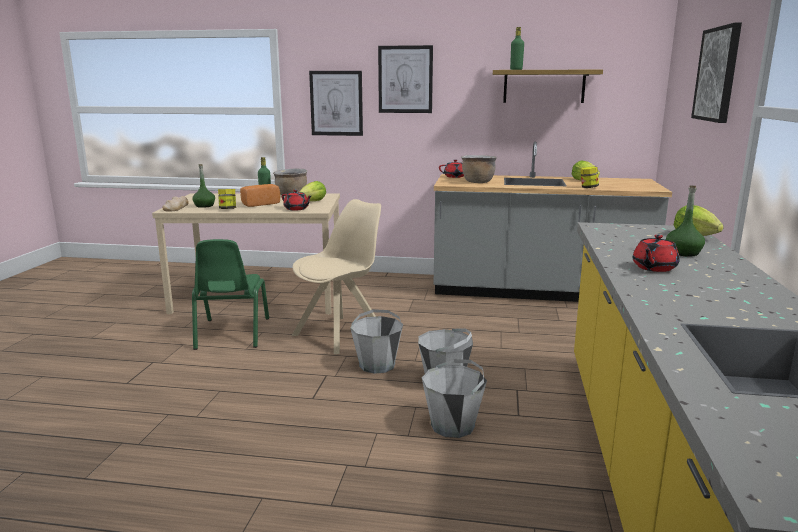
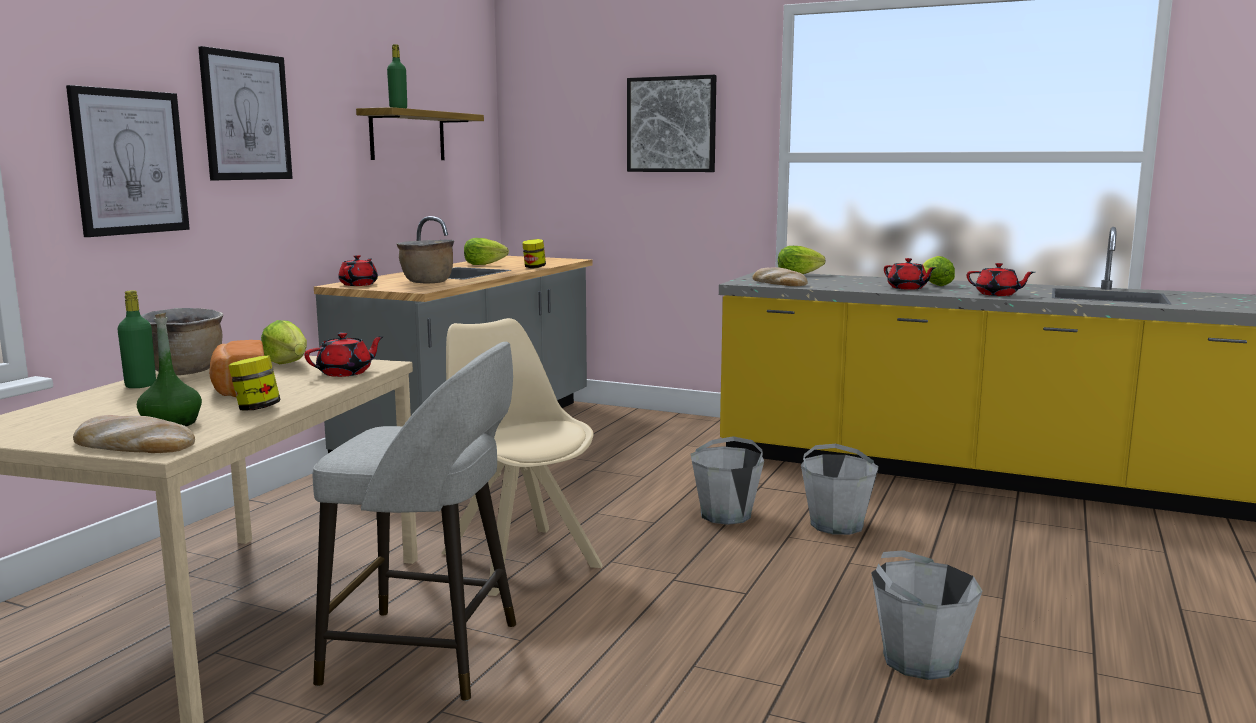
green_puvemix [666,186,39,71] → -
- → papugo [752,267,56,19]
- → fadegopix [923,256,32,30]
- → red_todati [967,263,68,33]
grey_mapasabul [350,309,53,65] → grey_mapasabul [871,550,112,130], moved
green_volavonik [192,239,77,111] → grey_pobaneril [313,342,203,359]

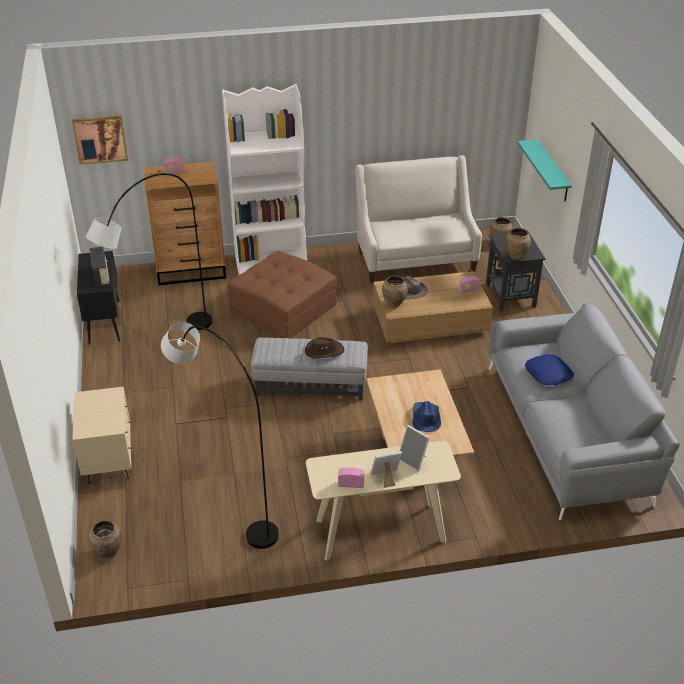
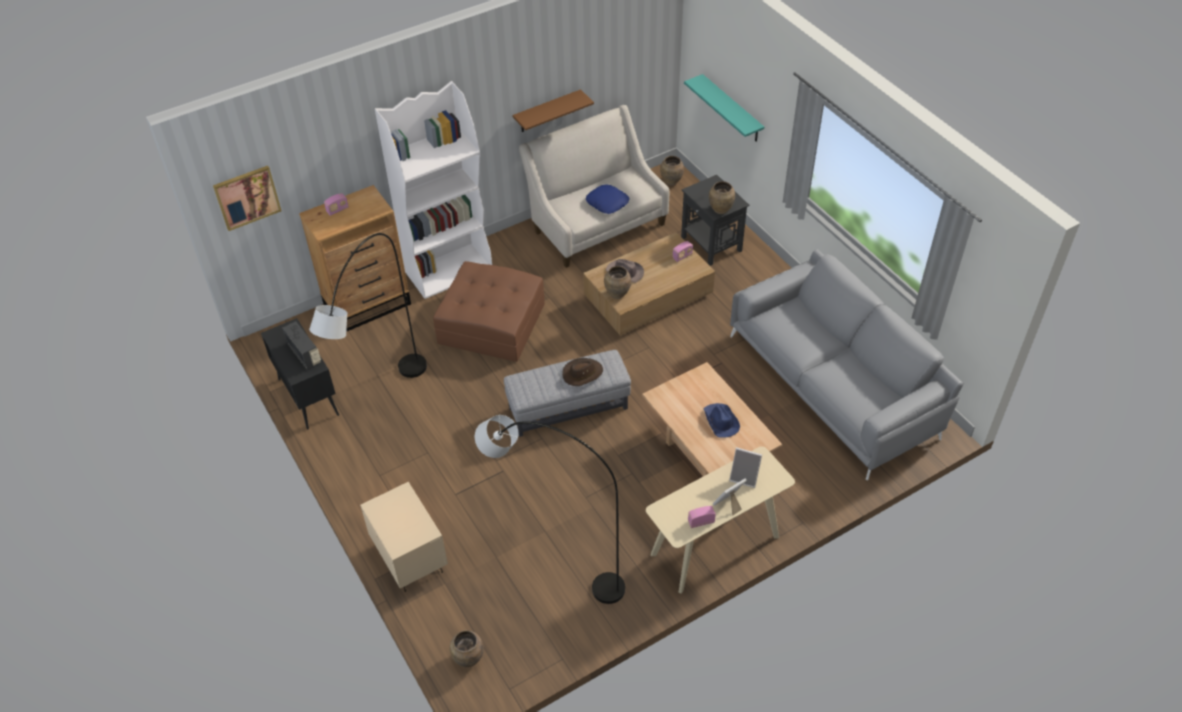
- → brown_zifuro [513,89,81,43]
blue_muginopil [525,354,49,31] → blue_muginopil [586,184,44,30], moved

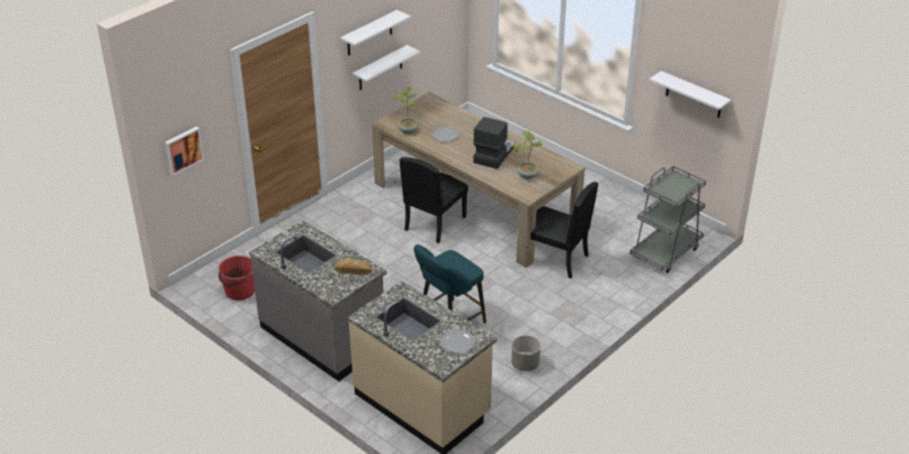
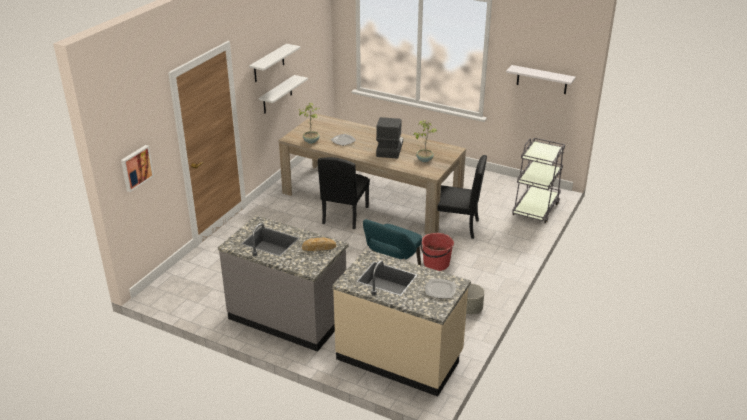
red_mapasabul [218,255,37,45] → red_mapasabul [420,233,34,38], moved

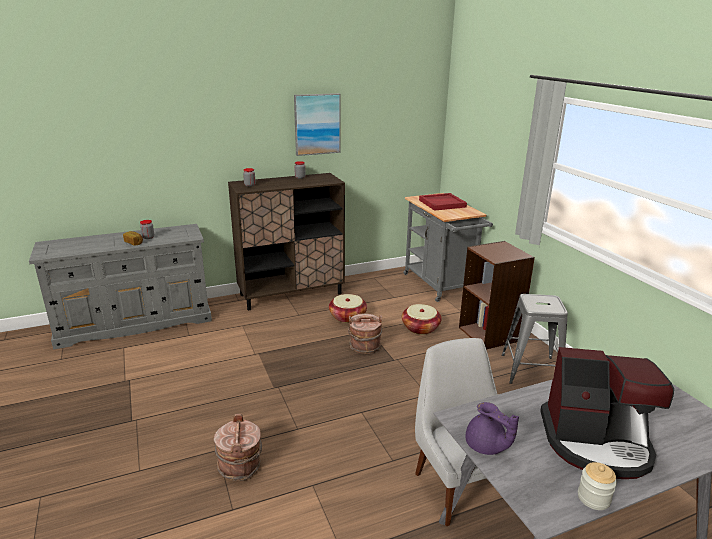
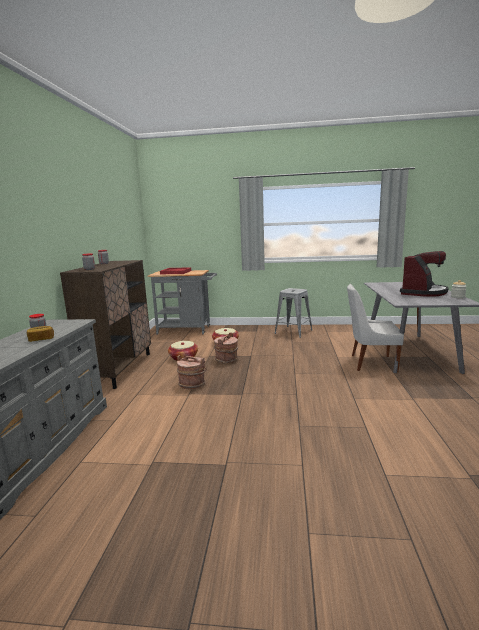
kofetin [294,93,47,63] → -
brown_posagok [459,241,76,109] → -
purple_todati [465,402,54,53] → -
brown_mapasabul [214,414,48,67] → brown_mapasabul [177,355,30,34], moved

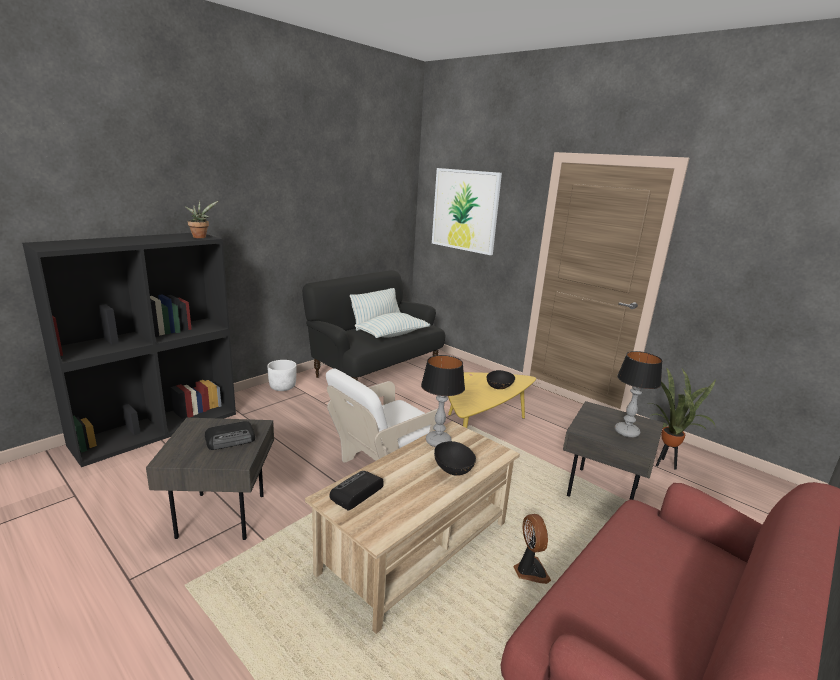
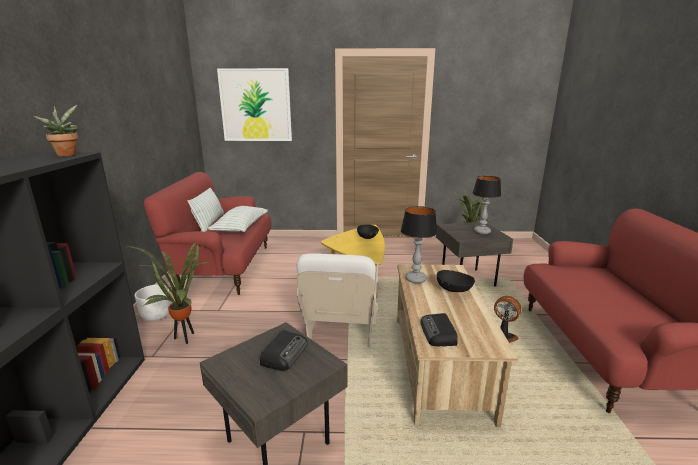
- → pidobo [127,242,86,102]
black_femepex [302,270,143,111] → red_femepex [144,172,128,123]

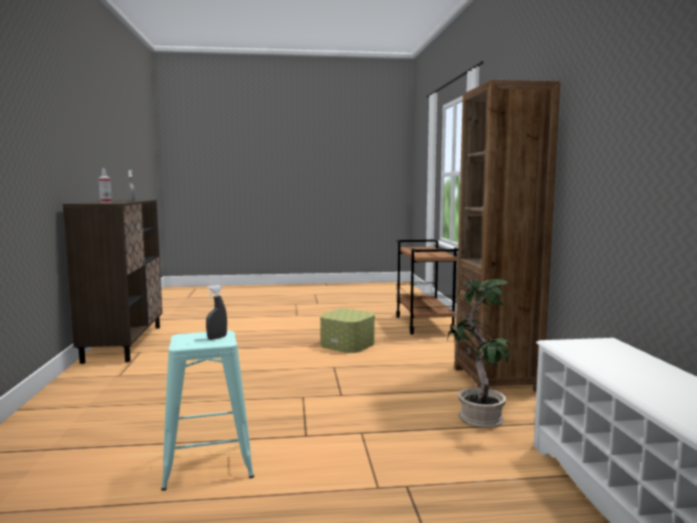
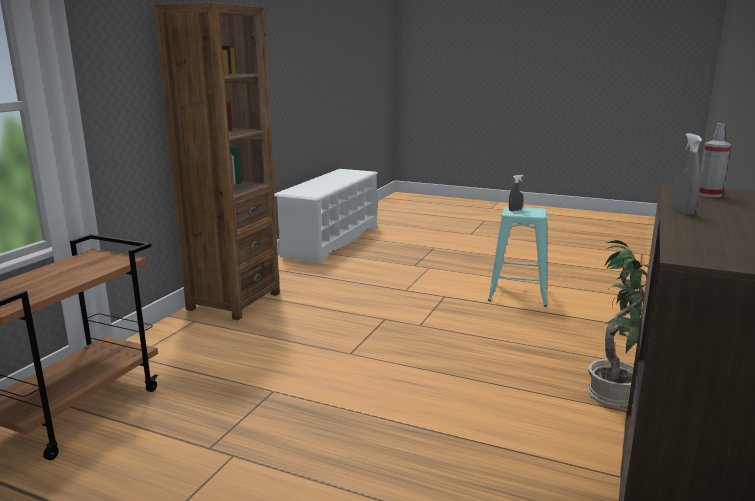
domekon [320,309,55,44] → -
pidobo [447,279,71,149] → pidobo [587,240,61,167], moved

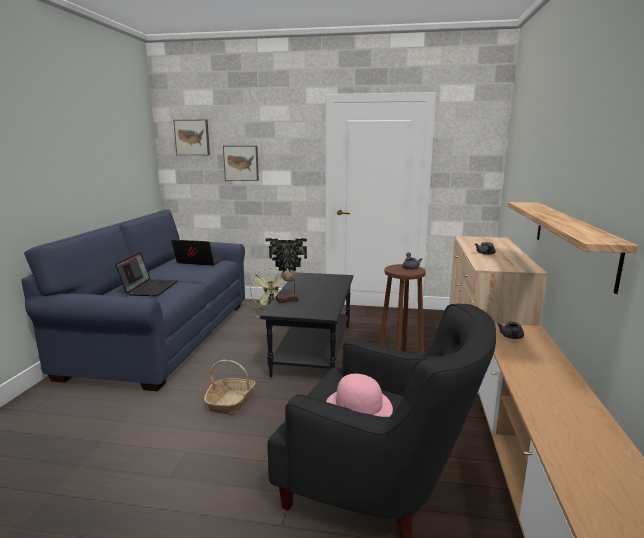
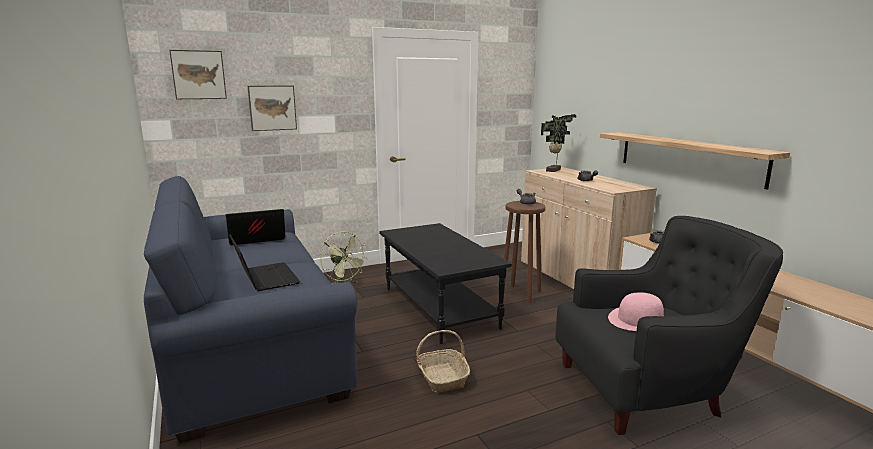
pidobo [266,238,41,65] → pidobo [541,114,35,58], moved

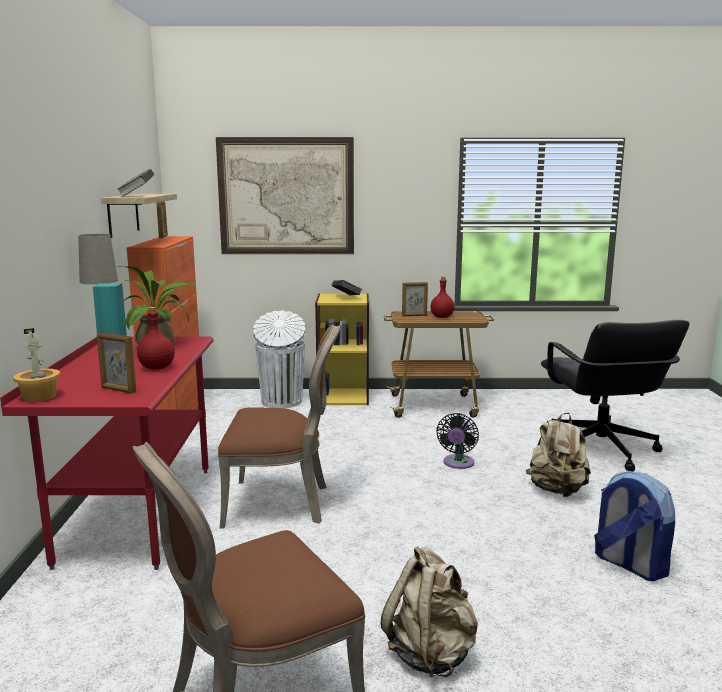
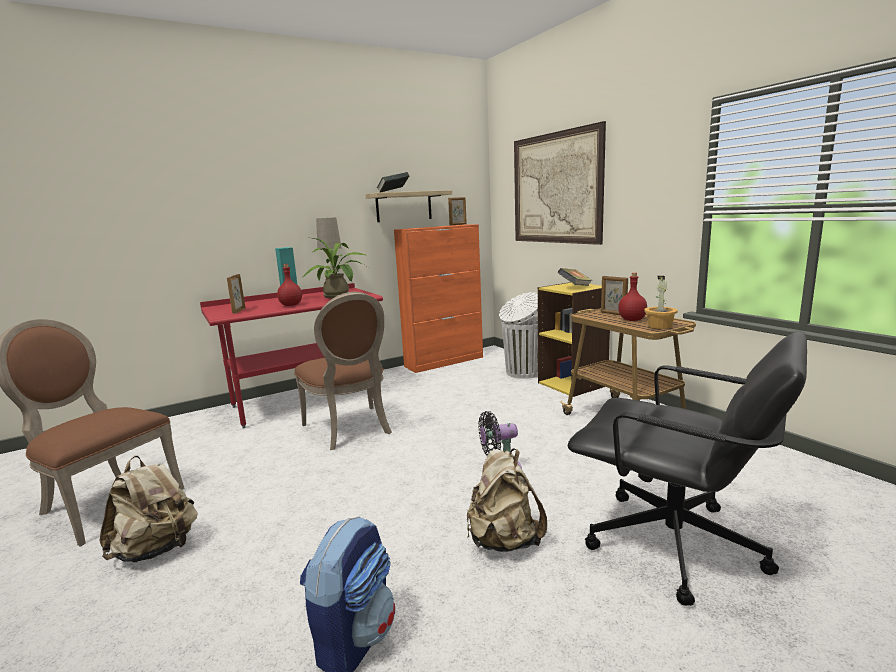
pidobo [13,328,48,74] → pidobo [644,276,34,53], moved
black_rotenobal [541,320,149,152] → black_rotenobal [568,331,239,275], 105 degrees counterclockwise

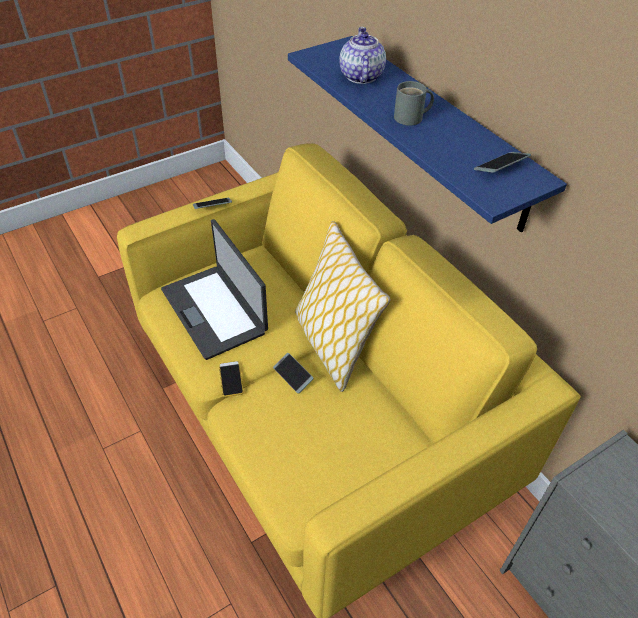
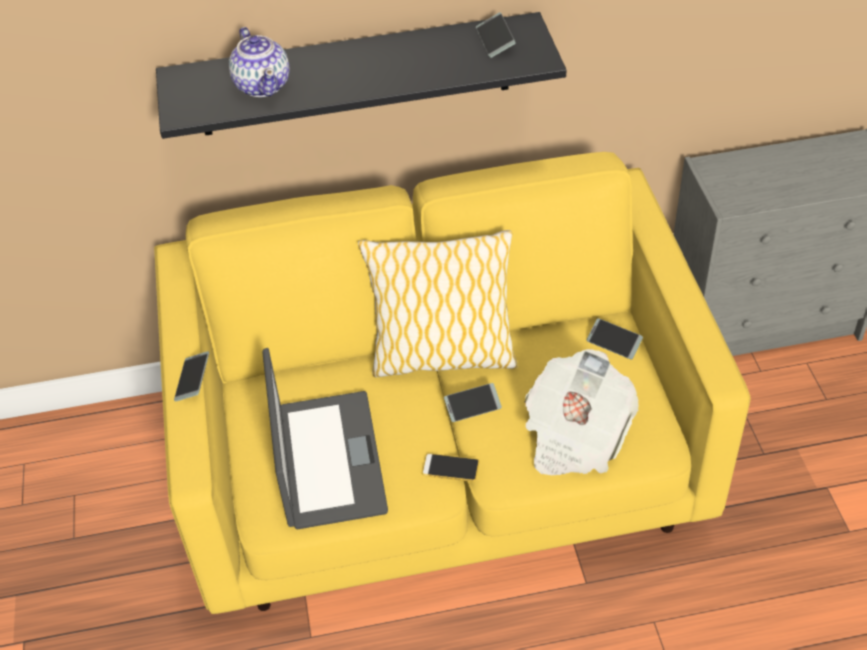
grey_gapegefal [394,81,40,45] → -
- → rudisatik [525,349,114,126]
- → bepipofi [586,318,57,41]
blue_zifuro [288,36,279,196] → black_zifuro [156,12,410,127]
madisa [161,219,107,141] → madisa [262,348,126,181], 90 degrees counterclockwise
todati [339,27,47,57] → todati [229,27,61,70], 135 degrees counterclockwise

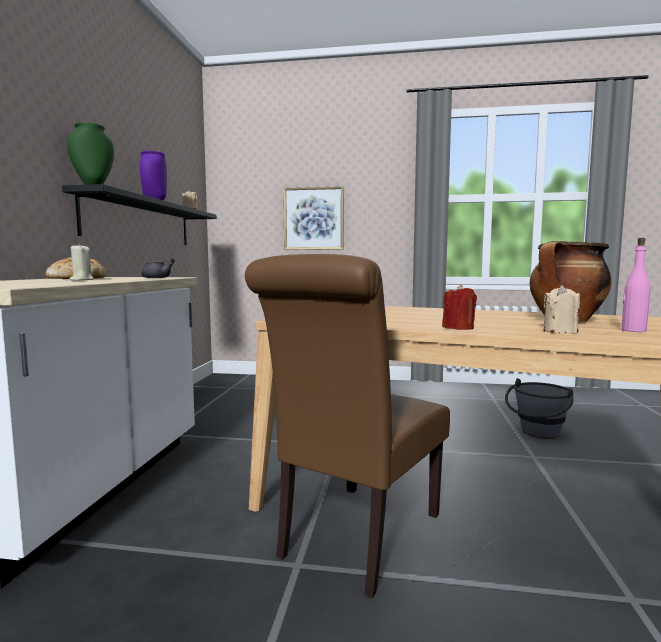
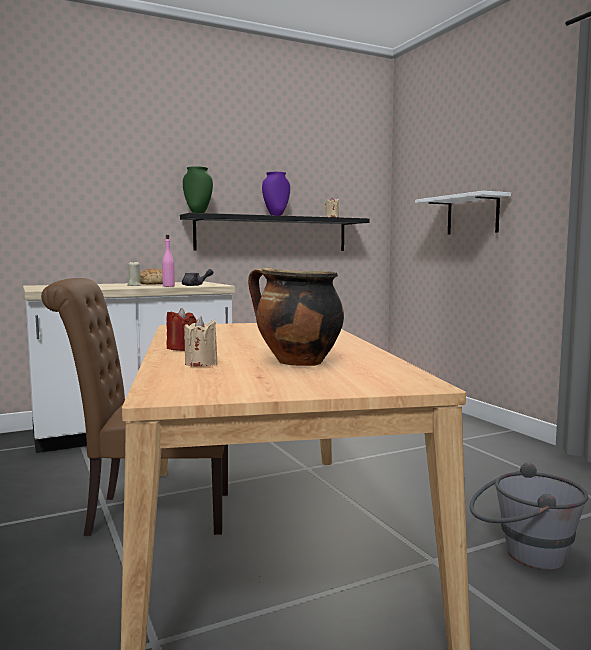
pink_puvemix [621,238,29,94] → pink_puvemix [162,235,13,52], moved
kofetin [283,186,61,64] → white_zifuro [415,191,96,44]

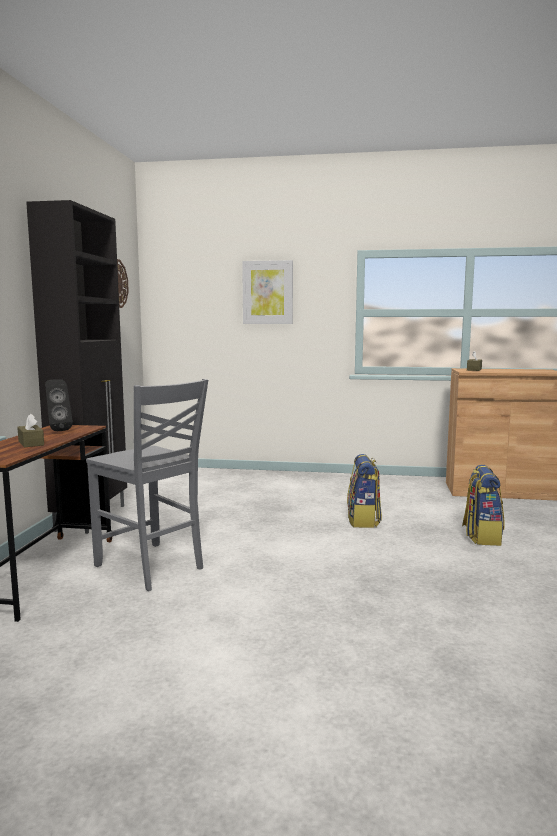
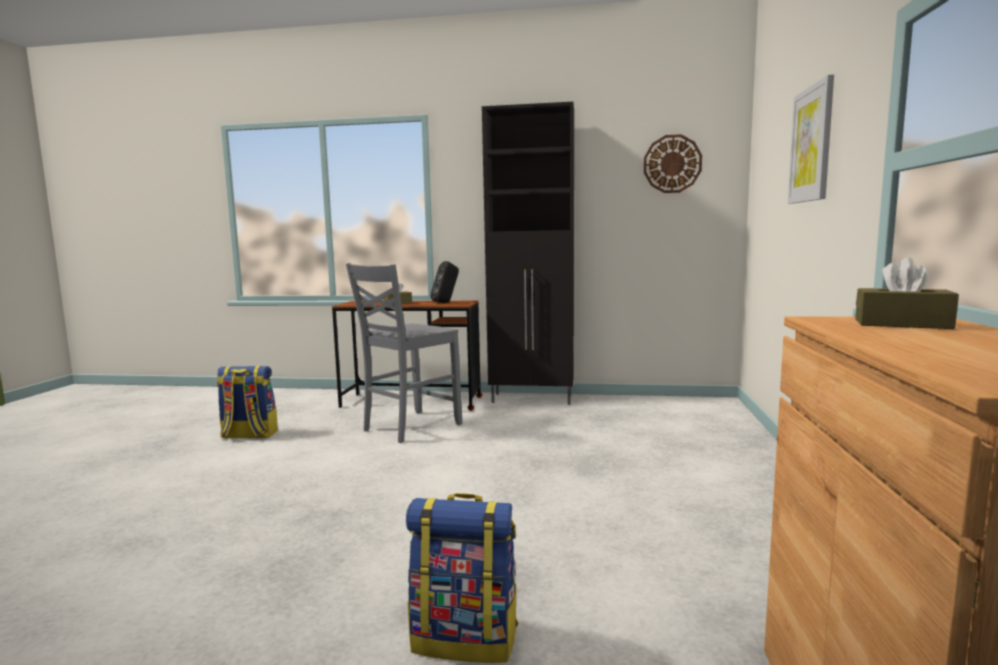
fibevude [347,454,35,74] → fibevude [216,366,62,72], moved

